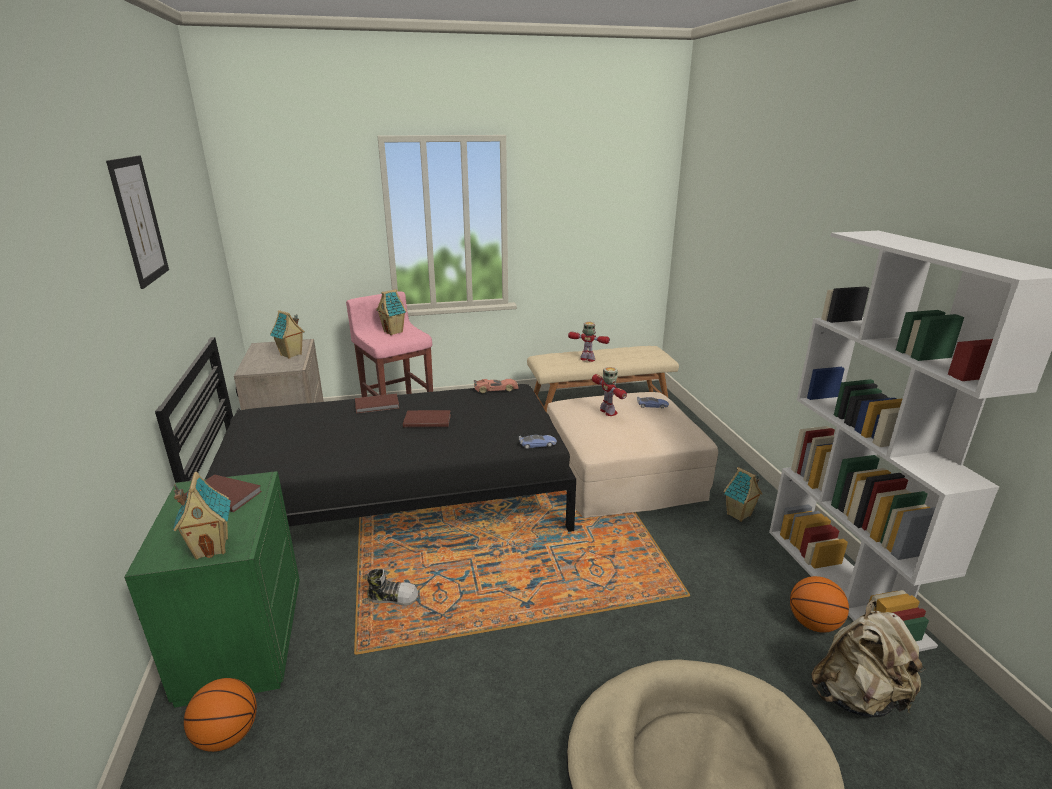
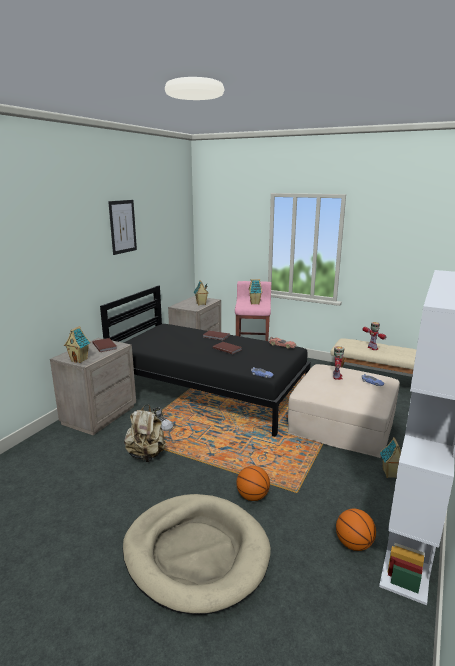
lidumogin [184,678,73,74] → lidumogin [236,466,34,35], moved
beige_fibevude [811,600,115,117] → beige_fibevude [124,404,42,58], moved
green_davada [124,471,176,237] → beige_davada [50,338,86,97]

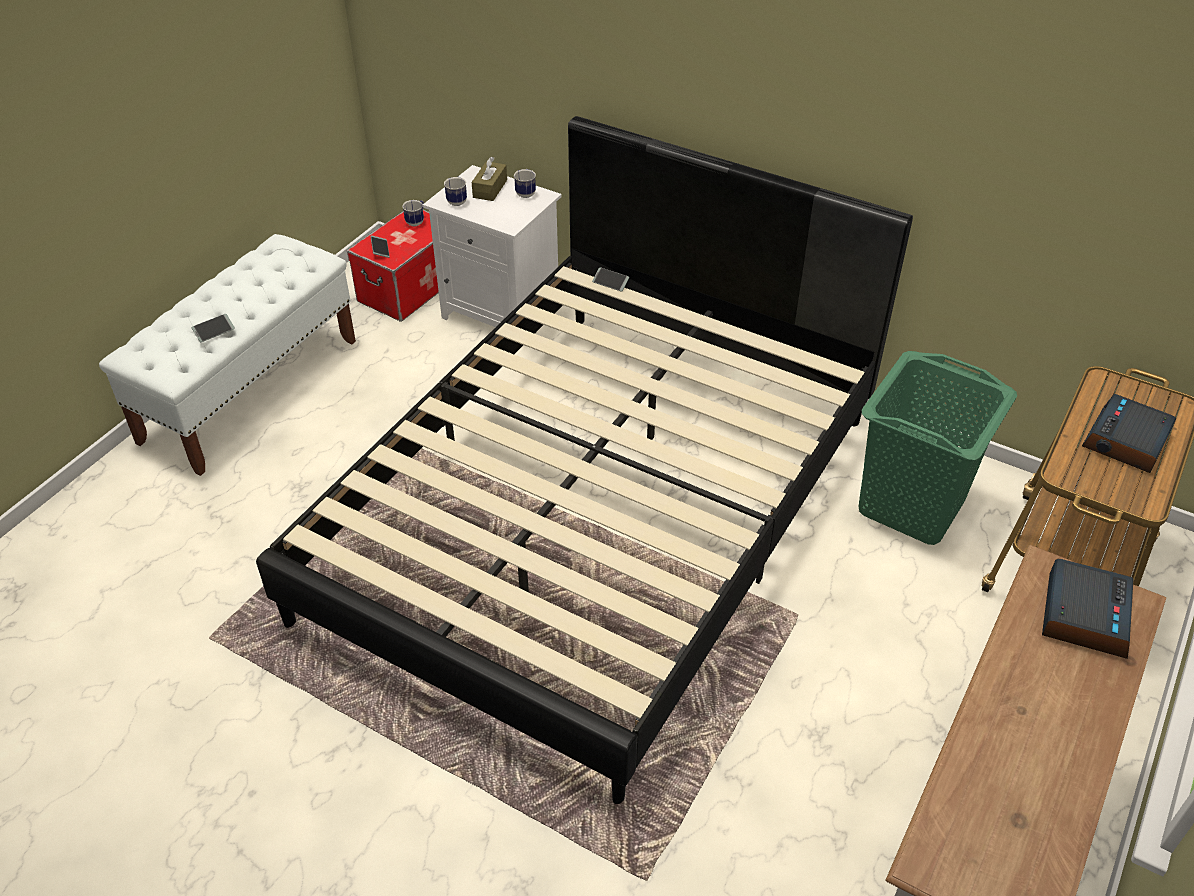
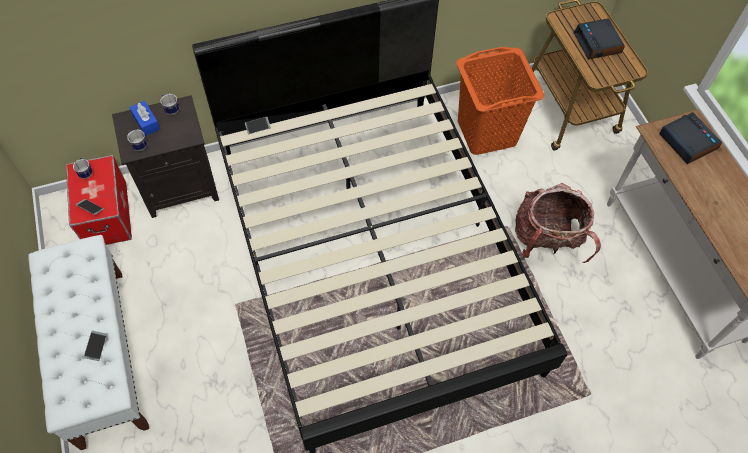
- → fibevude [515,183,86,80]
white_davada [423,165,139,162] → black_davada [112,95,107,123]
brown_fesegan [472,156,35,45] → blue_fesegan [129,101,31,35]
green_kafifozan [858,351,159,194] → orange_kafifozan [456,47,88,108]

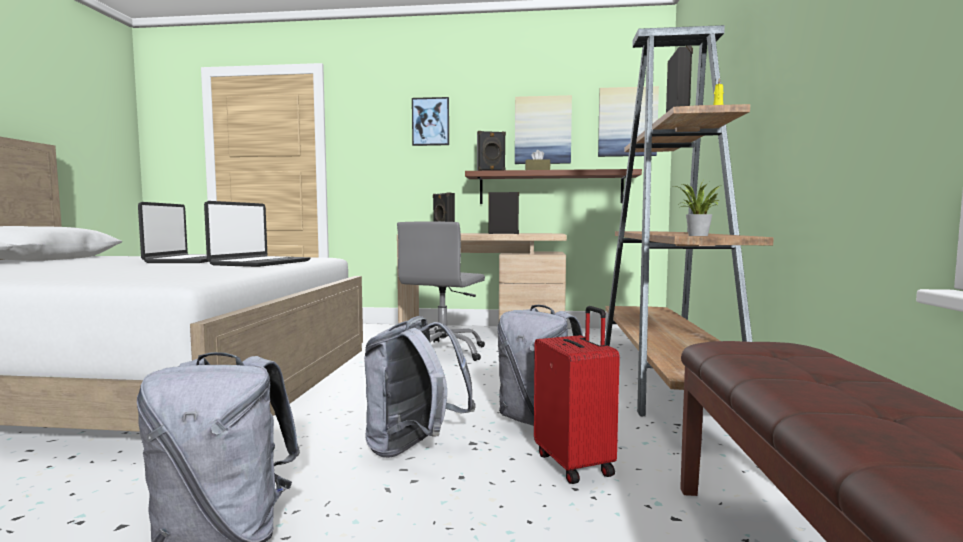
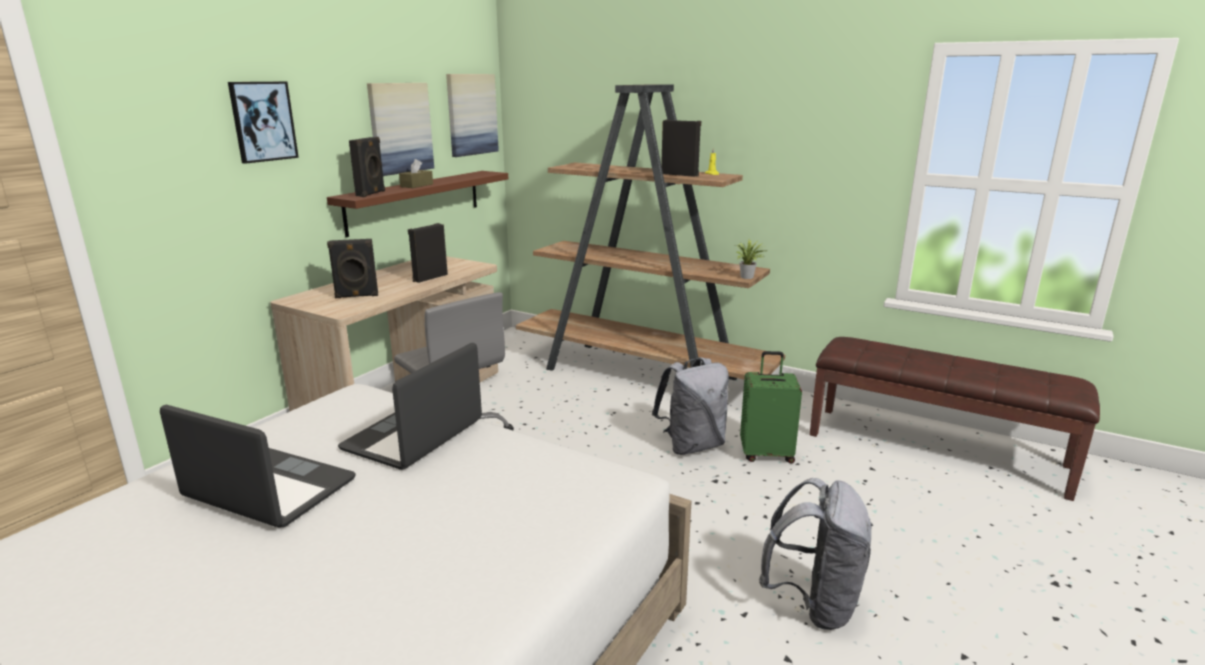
grey_fibevude [364,316,112,142] → -
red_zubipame [534,306,86,178] → green_zubipame [740,351,62,113]
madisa [204,201,106,66] → madisa [338,343,144,127], 105 degrees counterclockwise

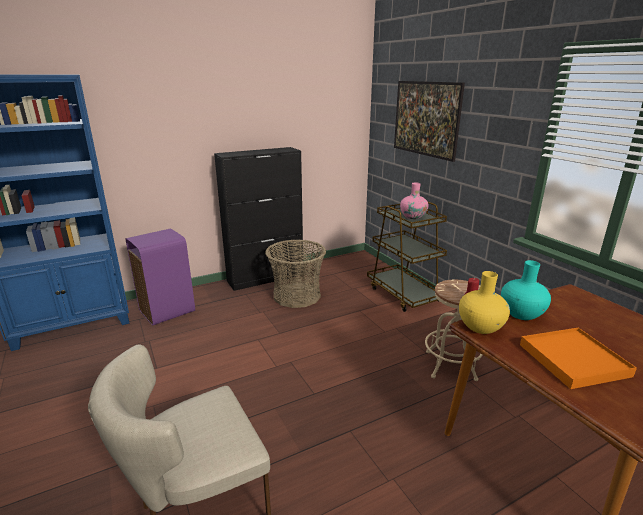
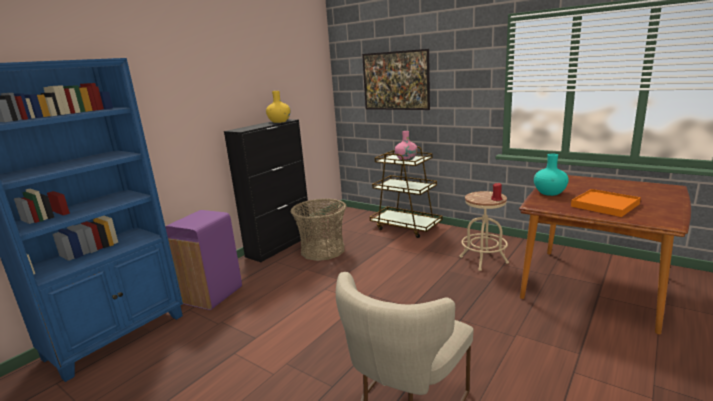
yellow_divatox [459,271,51,63] → yellow_divatox [266,91,24,32], moved

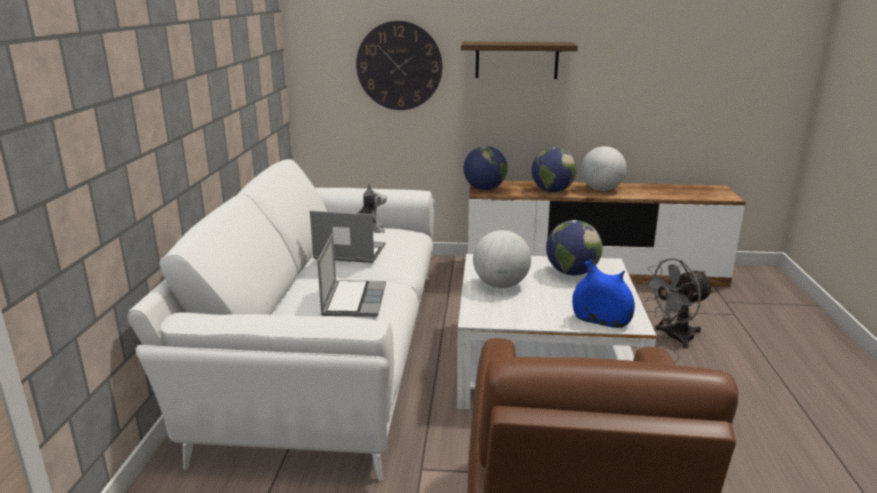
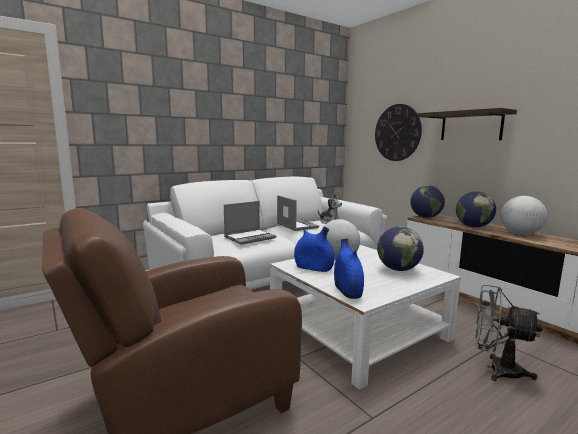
- → blue_divatox [294,227,40,45]

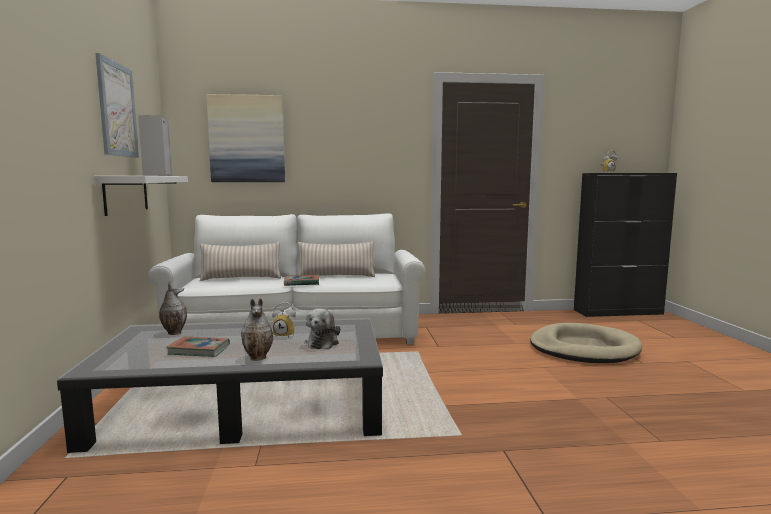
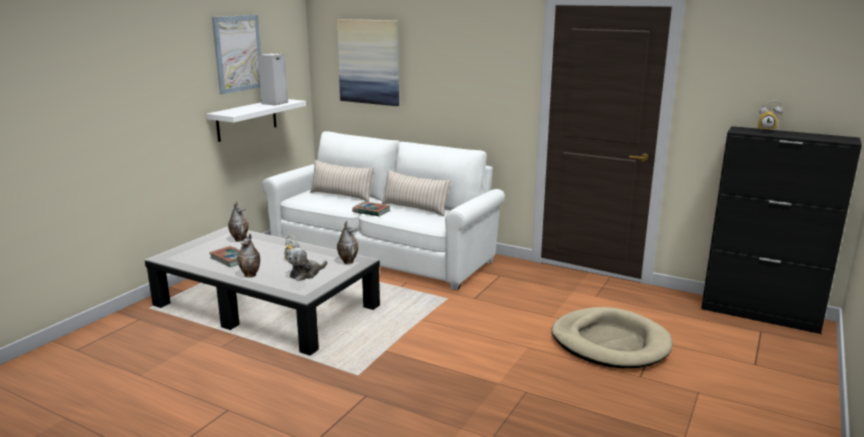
- → divatox [337,221,21,43]

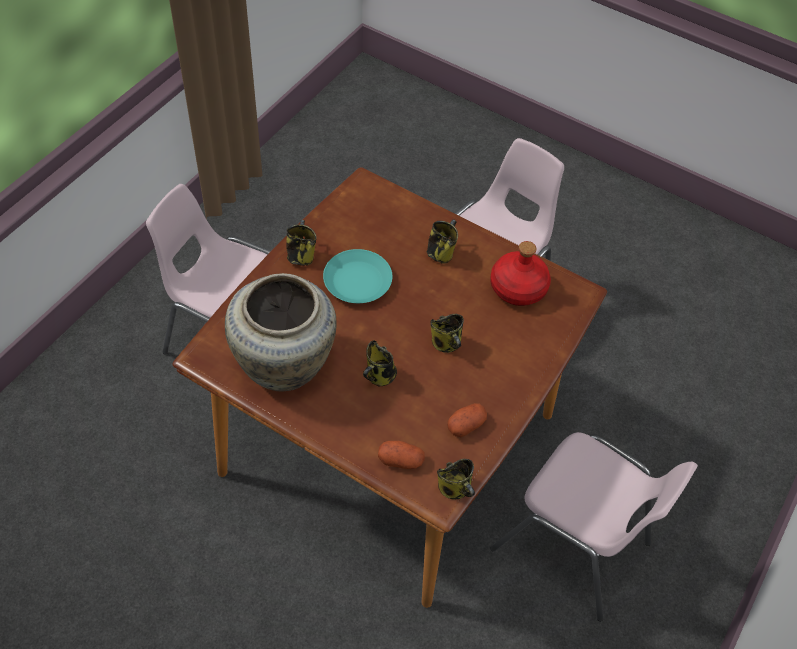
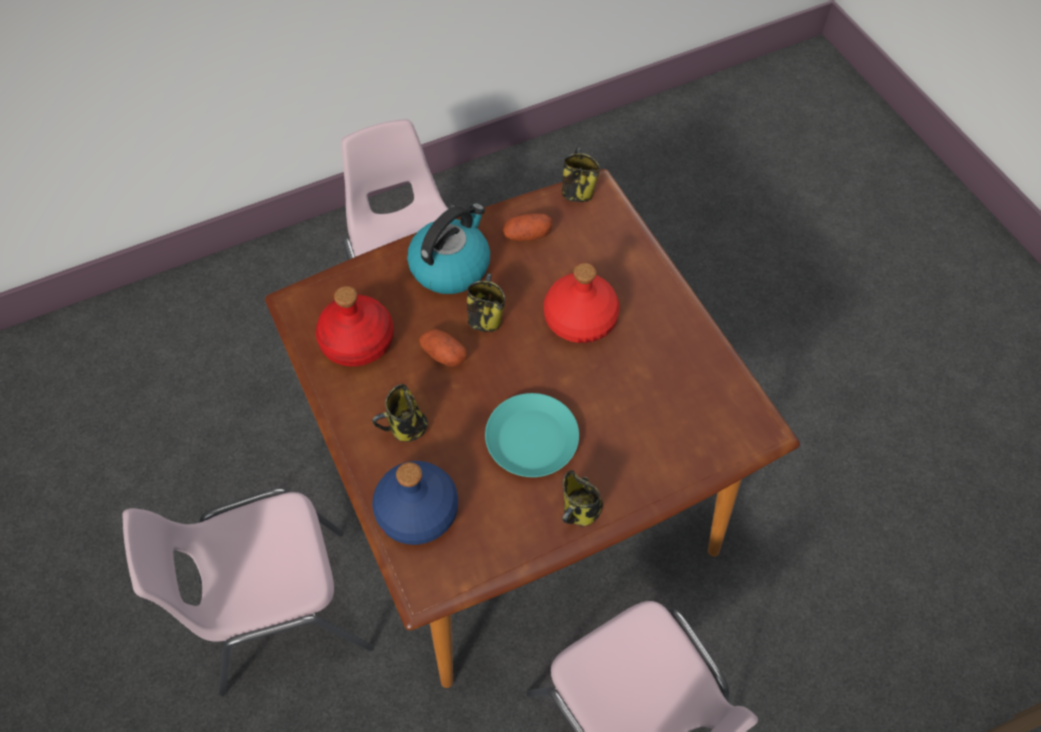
beige_divatox [225,273,112,118] → -
- → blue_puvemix [372,461,86,84]
- → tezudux [407,203,83,91]
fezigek [378,441,47,28] → fezigek [419,329,48,38], moved
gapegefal [363,340,34,47] → red_puvemix [544,263,76,80]

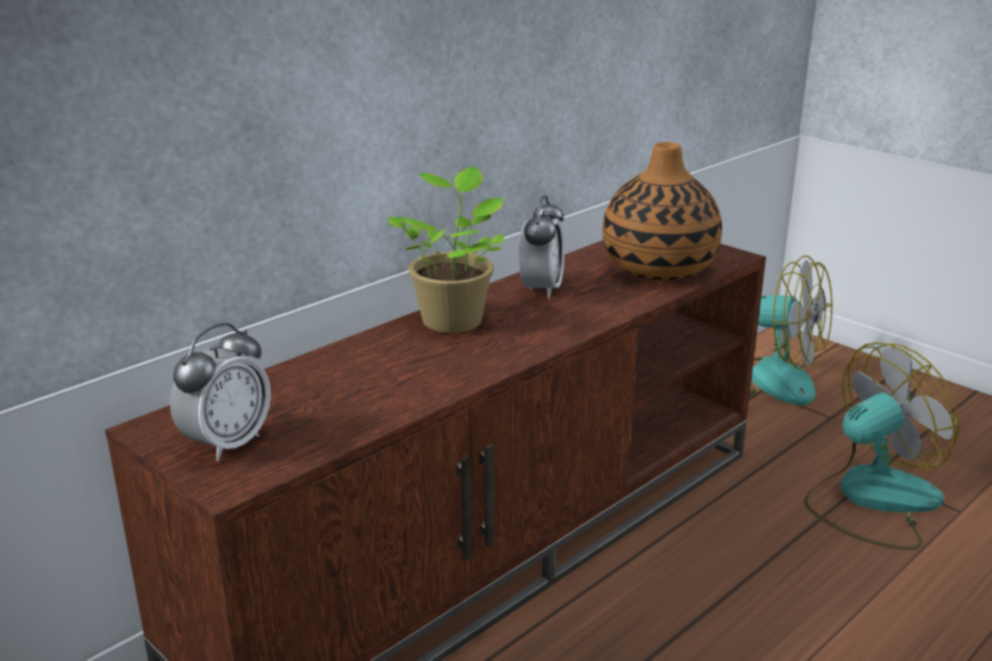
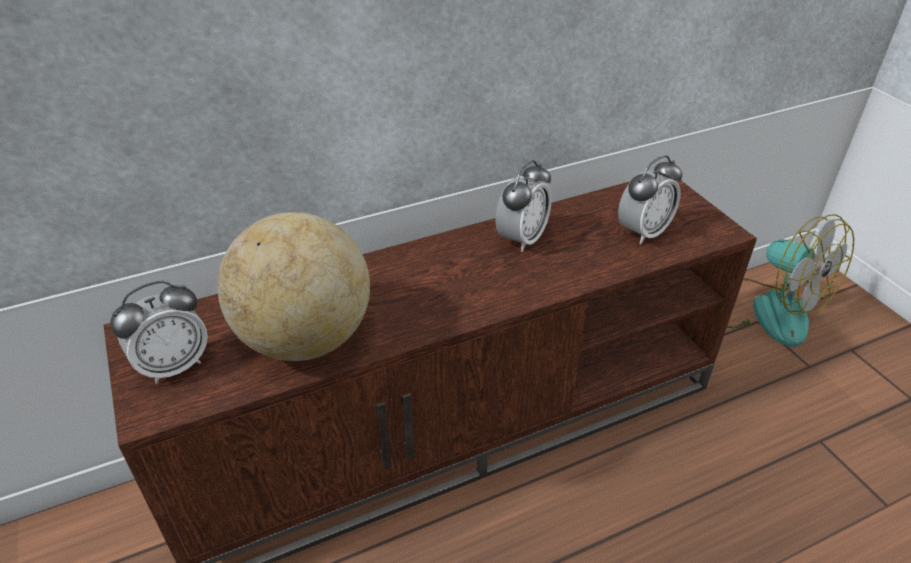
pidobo [387,166,117,167] → -
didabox [804,342,155,208] → -
- → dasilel [218,212,152,149]
divatox [602,142,120,138] → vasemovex [618,155,65,89]

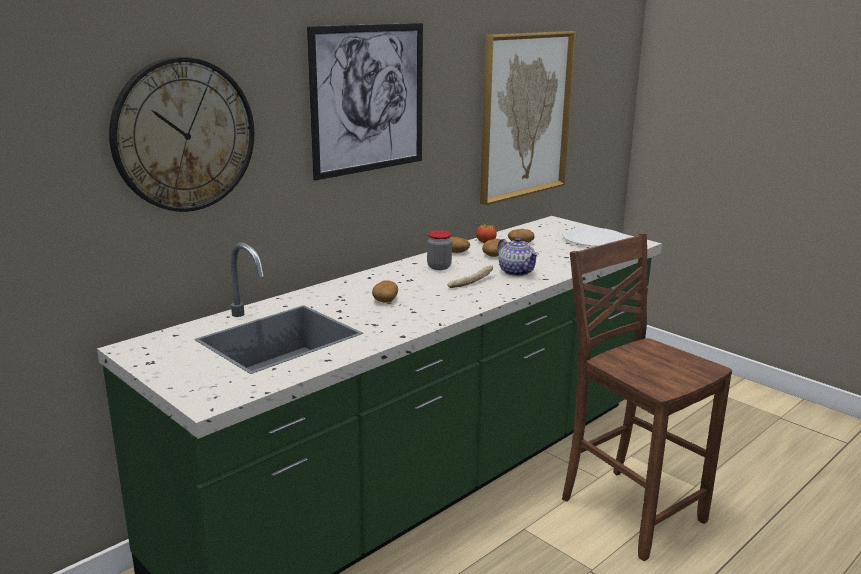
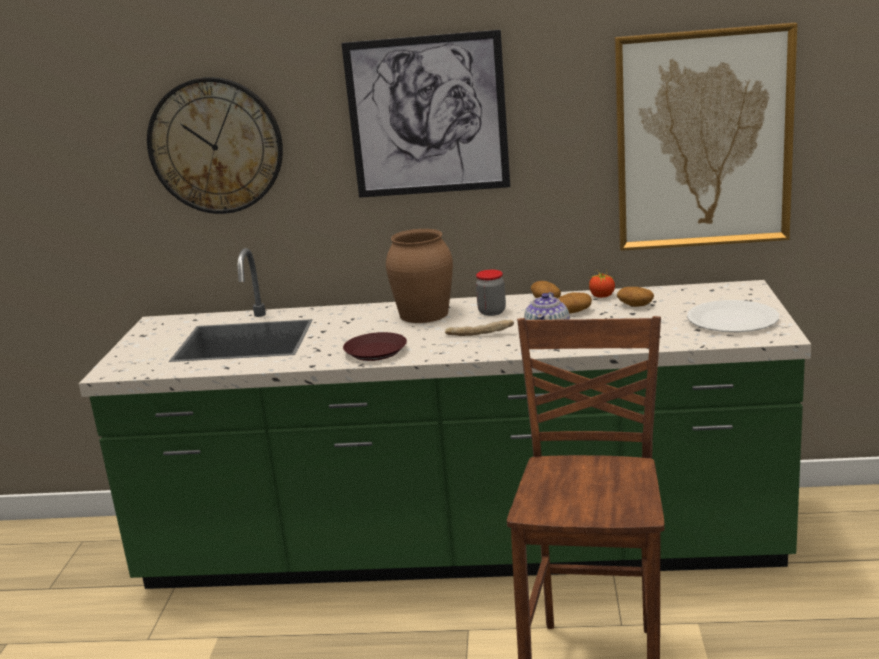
fezigek [372,280,26,23] → -
- → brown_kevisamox [343,332,64,29]
- → brown_divatox [386,229,67,94]

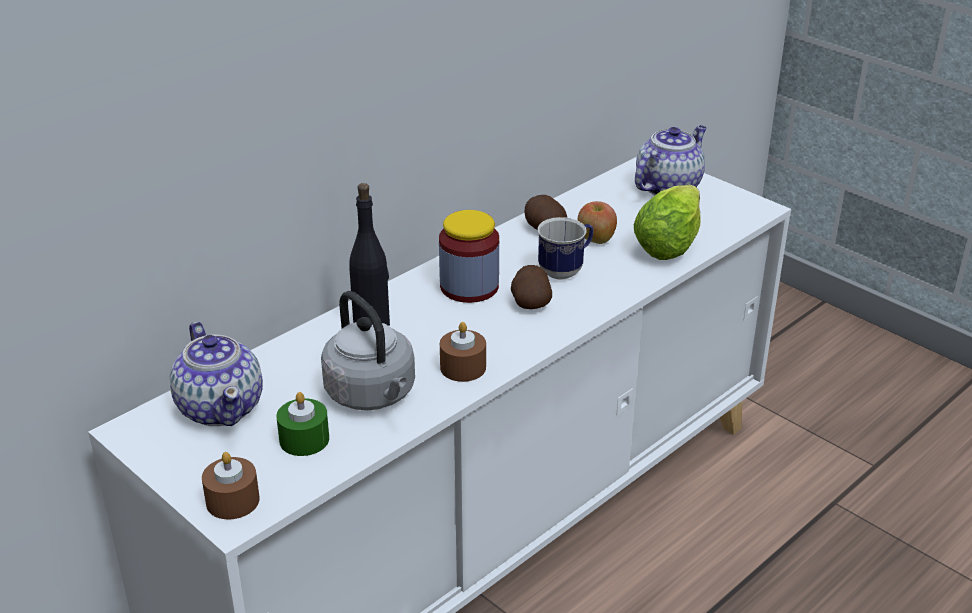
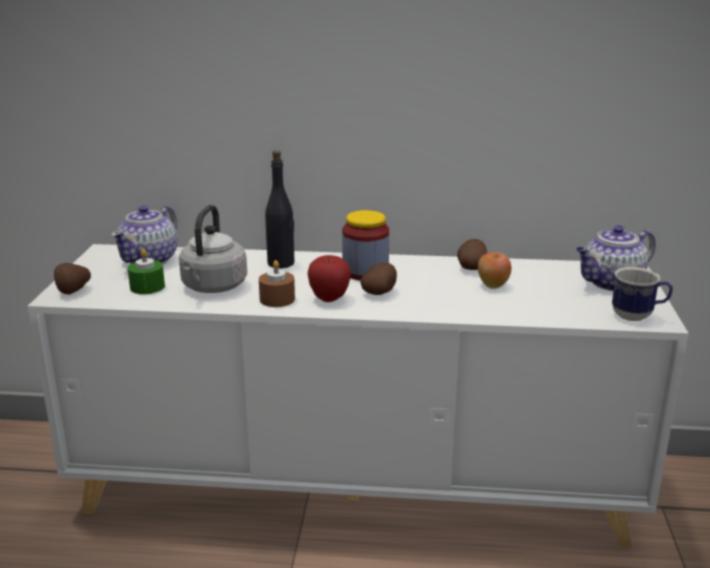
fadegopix [634,185,67,75] → -
- → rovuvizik [308,255,43,47]
gapegefal [538,217,55,62] → gapegefal [612,267,61,54], moved
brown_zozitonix [202,452,58,67] → fezigek [54,263,37,32]
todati [635,125,72,70] → todati [576,225,80,66], 150 degrees clockwise

